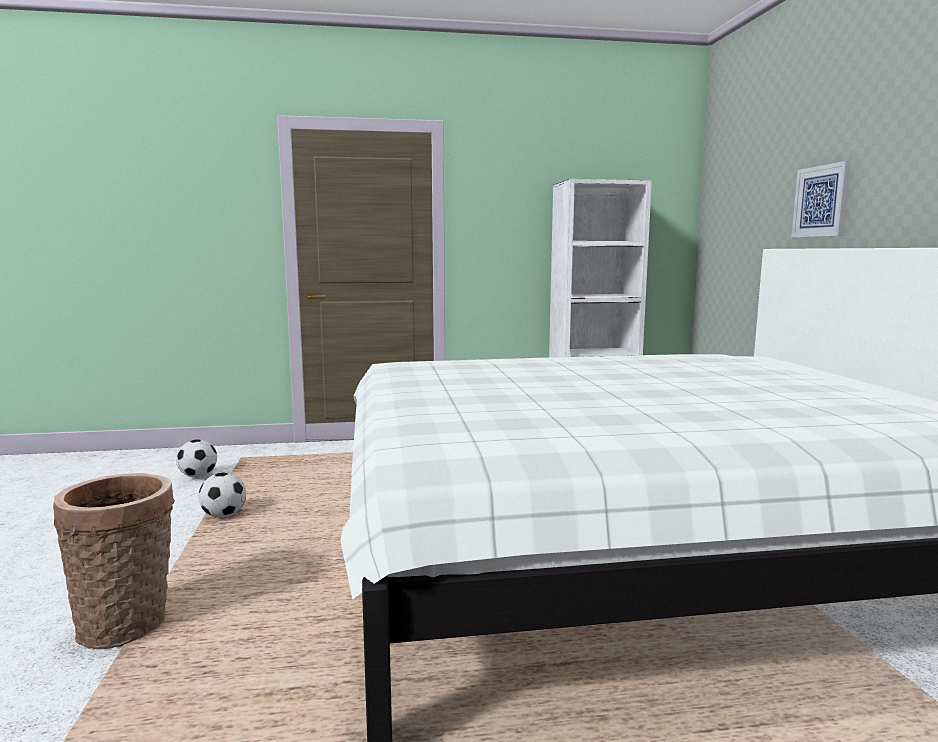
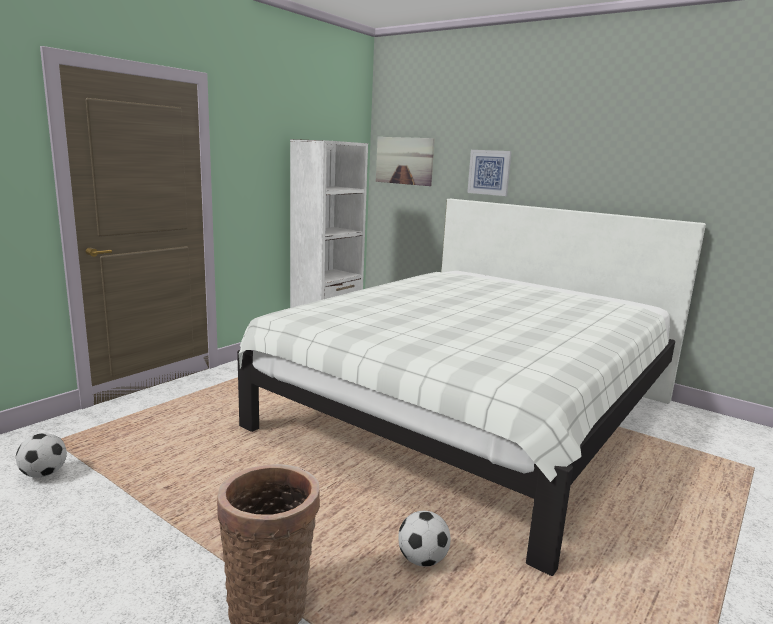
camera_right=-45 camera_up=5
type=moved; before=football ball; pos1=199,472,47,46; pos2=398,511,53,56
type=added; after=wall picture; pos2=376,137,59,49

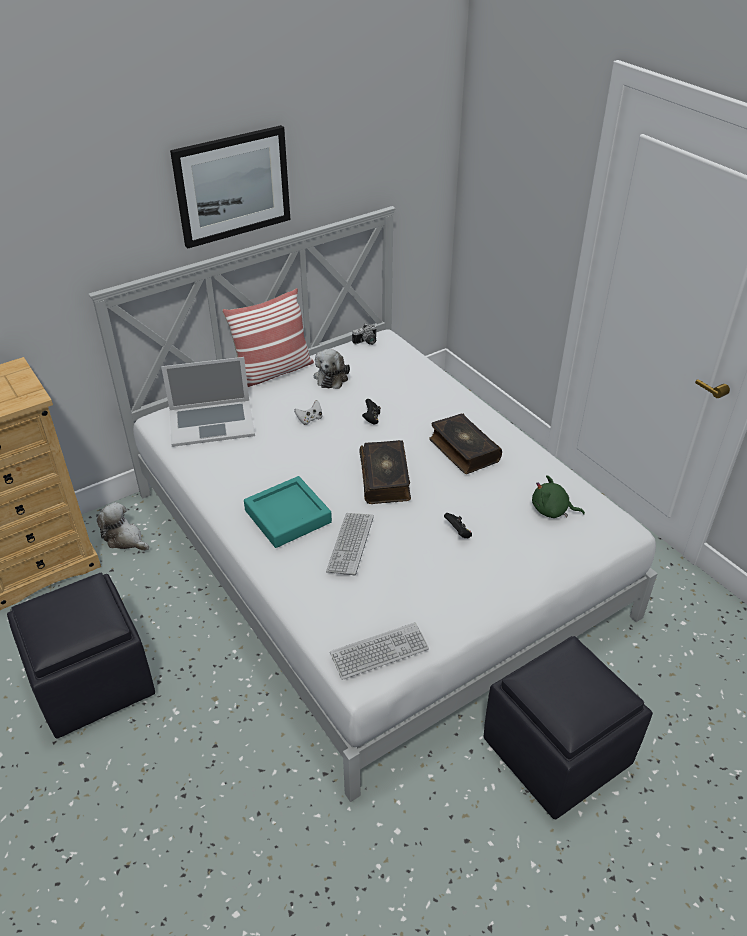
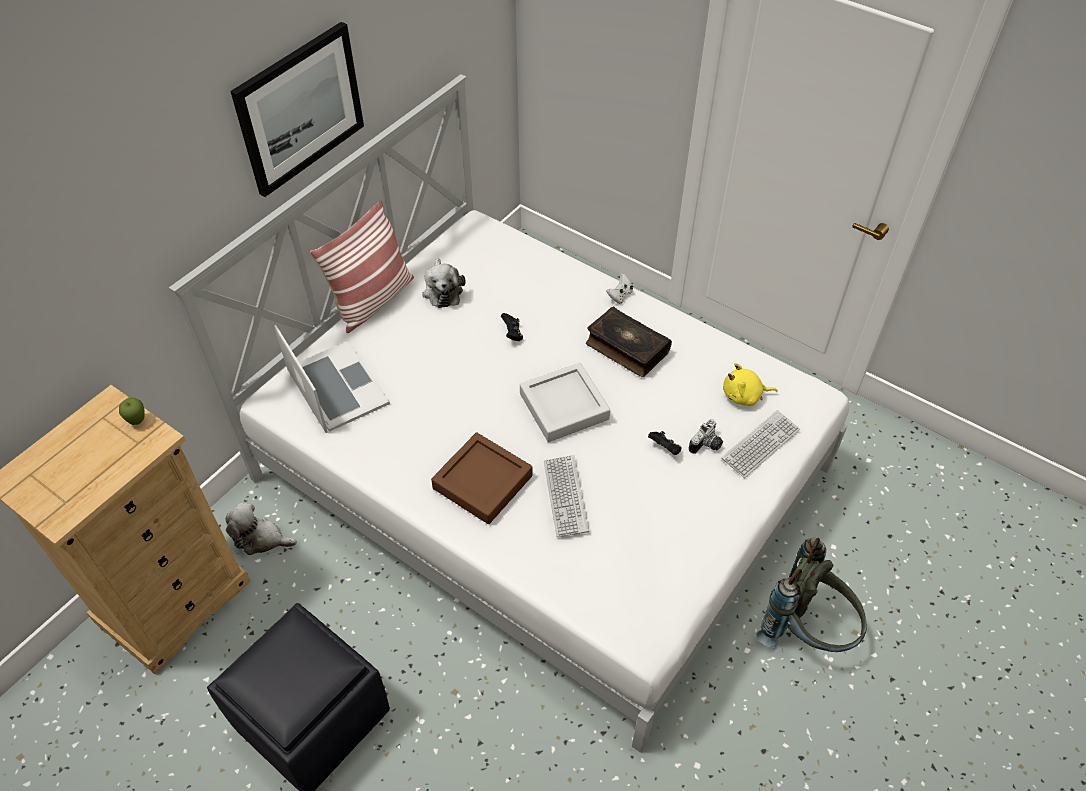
camera_right=-20 camera_up=10
type=moved; before=photo camera; pos1=352,324,25,21; pos2=689,419,34,35
type=turned; before=laptop; pos1=161,357,94,90; pos2=274,325,116,108; turn=-90
type=moved; before=white-coloured game controller; pos1=294,400,29,25; pos2=606,273,27,31
type=replaced; before=volume; after=grey tray; pos1=359,440,52,64; pos2=520,363,90,79
type=recoloured; before=greenish plush toy; after=yellow plush toy; pos1=532,475,53,43; pos2=723,363,55,43
type=recoloured; before=blue-green tray; after=brown tray; pos1=244,476,88,72; pos2=431,432,102,92
type=moved; before=keyboard; pos1=330,622,99,58; pos2=721,410,79,68
type=replaced; before=black pouffe; after=grey knapsack; pos1=484,636,169,183; pos2=756,537,111,115
type=added; after=apple; pos2=119,398,26,27

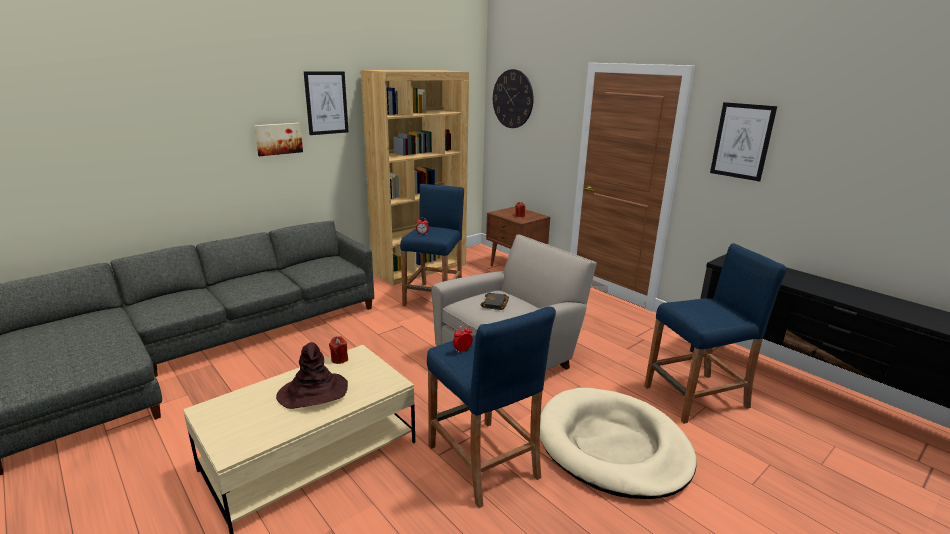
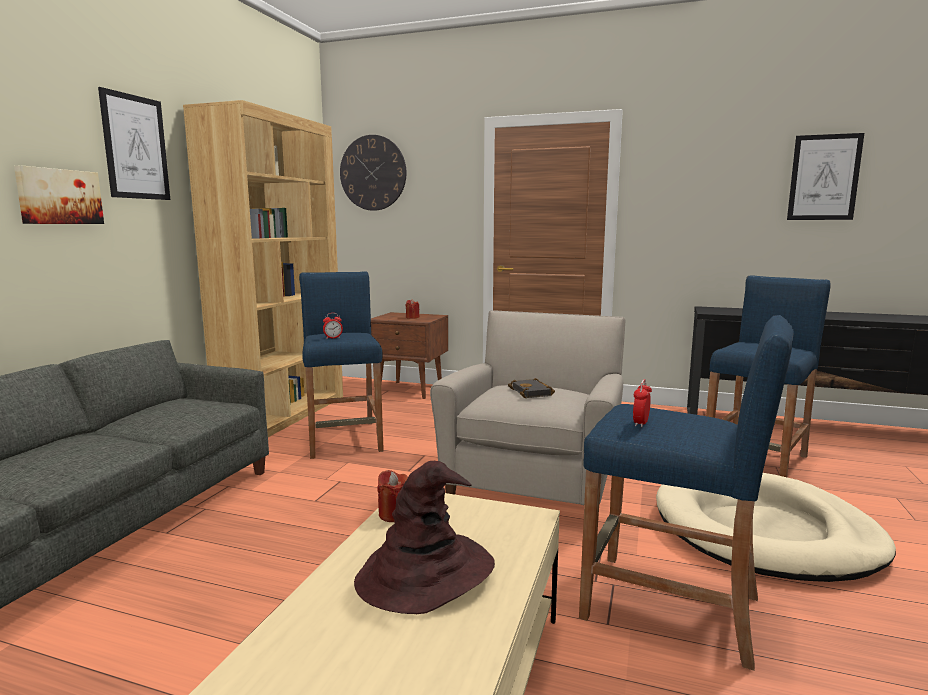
camera_right=-30 camera_up=-10
type=moved; before=wall picture; pos1=710,102,67,80; pos2=787,133,77,87

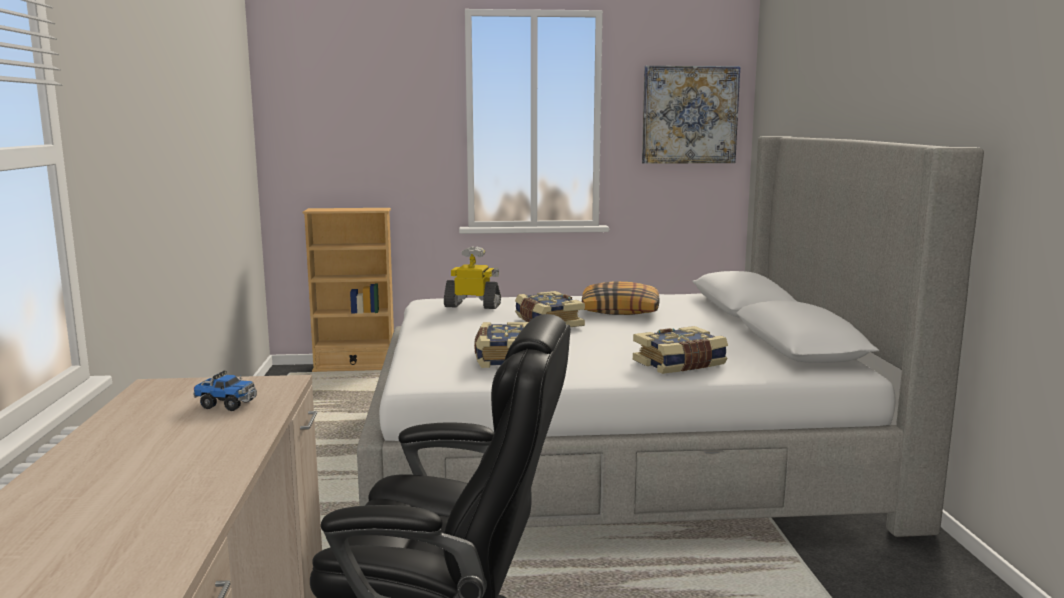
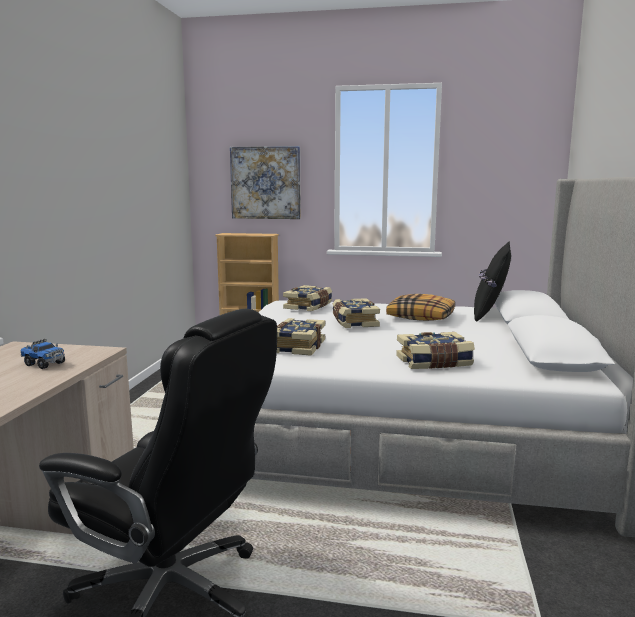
camera_right=15 camera_up=0
type=moved; before=wall picture; pos1=642,66,98,98; pos2=230,146,71,73
type=replaced; before=model robot; after=volume; pos1=444,246,57,63; pos2=283,285,49,26
type=added; after=black cushion; pos2=474,241,37,81

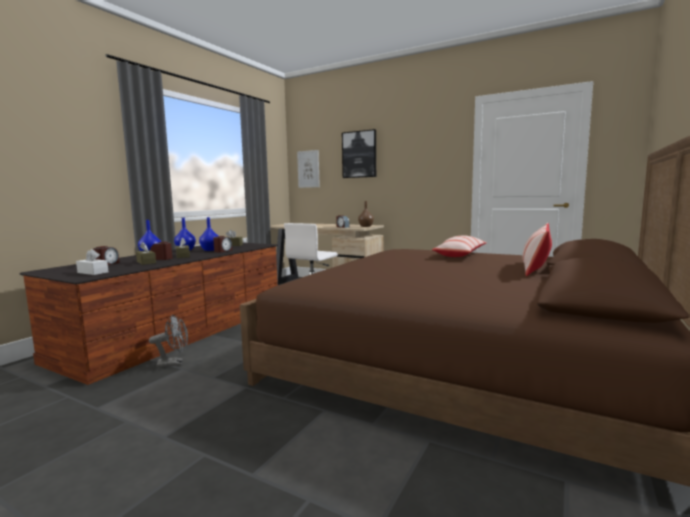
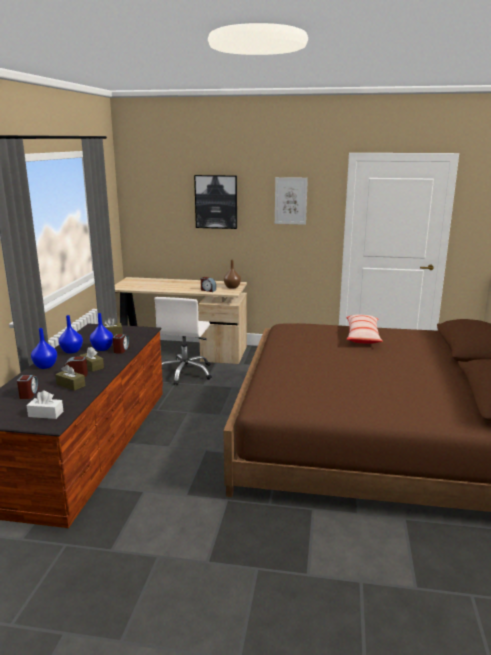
camera_right=-20 camera_up=10
type=moved; before=wall picture; pos1=297,150,23,38; pos2=275,177,33,48
type=removed; before=cushion; pos1=522,223,30,53
type=removed; before=grey electric fan; pos1=149,315,39,53

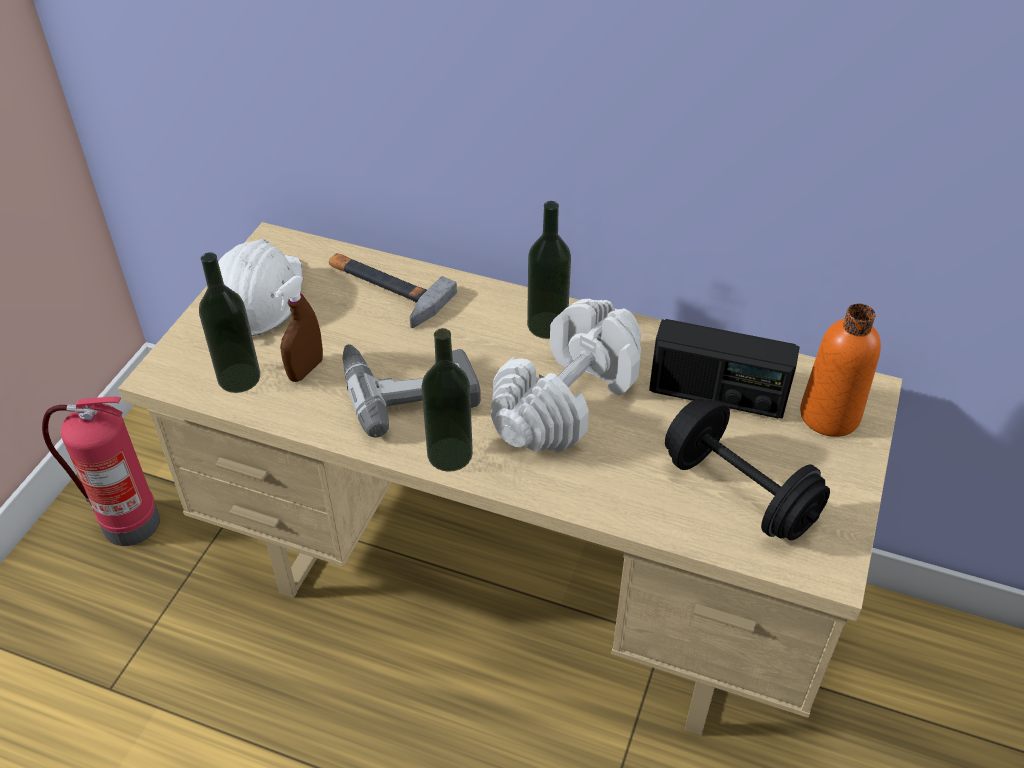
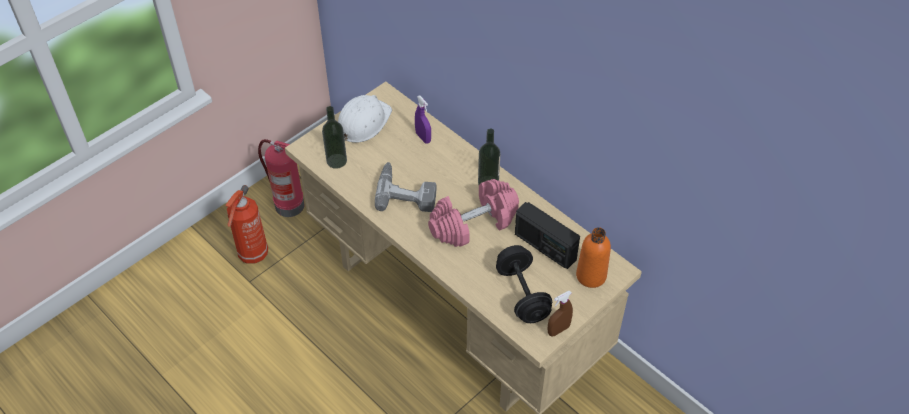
camera_right=25 camera_up=5
type=replaced; before=hammer; after=purple-coloured sprayer; pos1=329,253,128,75; pos2=415,95,16,49
type=moved; before=brown sprayer; pos1=274,276,49,106; pos2=548,291,25,45
type=recoloured; before=white-coloured hand weight; after=pink hand weight; pos1=491,299,150,154; pos2=428,179,91,68
type=removed; before=bottle; pos1=421,328,52,144
type=added; after=fire-fighting cylinder; pos2=225,185,43,79

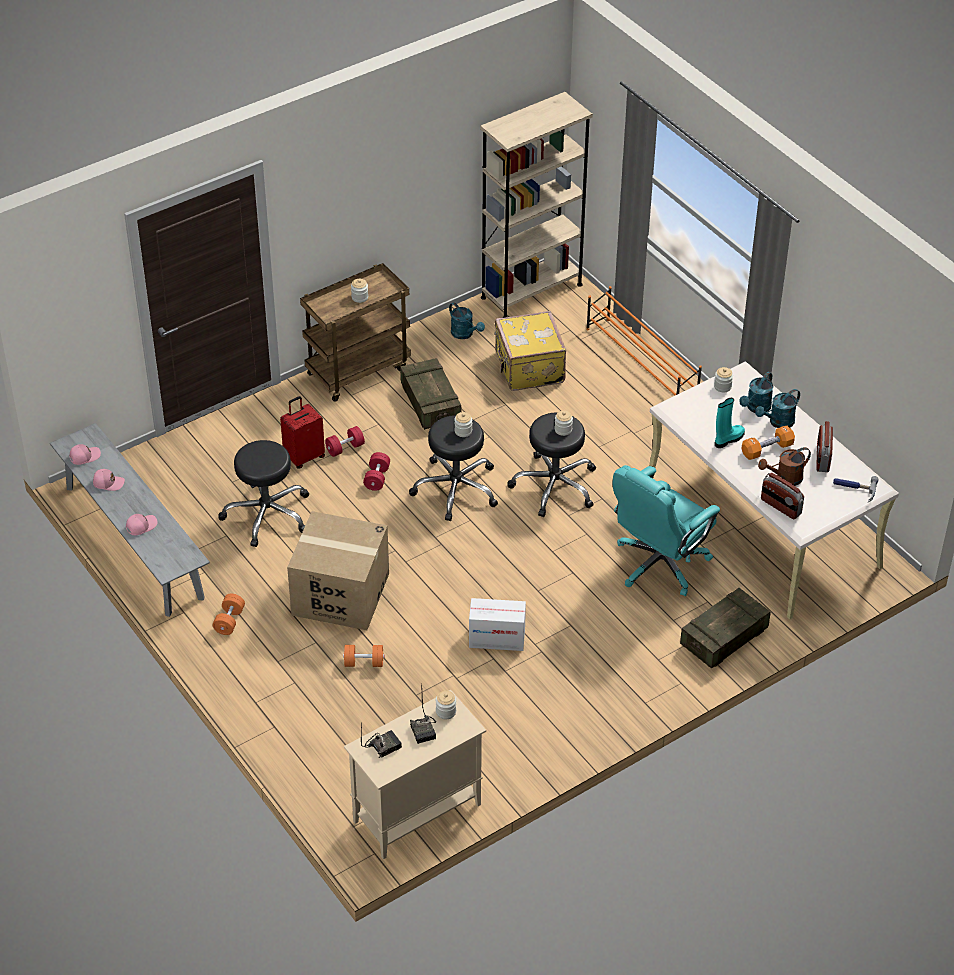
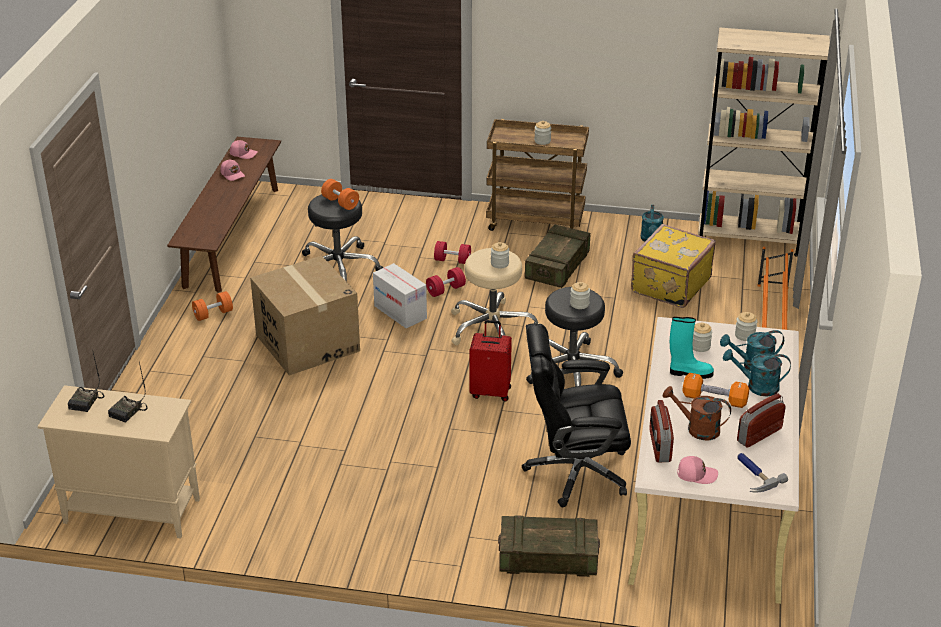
camera_right=45 camera_up=-10
type=moved; before=red-coloured piece of luggage; pos1=280,396,45,73; pos2=469,320,43,82
type=recoloured; before=black sitting stool; after=beige sitting stool; pos1=409,415,89,106; pos2=451,248,89,97
type=recoloured; before=grey bench; after=brown bench; pos1=50,423,160,194; pos2=167,137,114,156
type=recoloured; before=blue-green desk chair; after=black desk chair; pos1=613,465,107,131; pos2=522,324,109,183
type=moved; before=pink peaked cap; pos1=126,514,32,21; pos2=677,456,41,28
type=moved; before=carton; pos1=469,598,57,53; pos2=373,263,54,65
type=moved; before=orange-coloured hand weight; pos1=343,645,41,22; pos2=321,179,38,31
type=moved; before=jar; pos1=436,691,20,28; pos2=693,323,19,29
type=turned; before=radio; pos1=361,722,41,36; pos2=67,353,38,59; turn=90

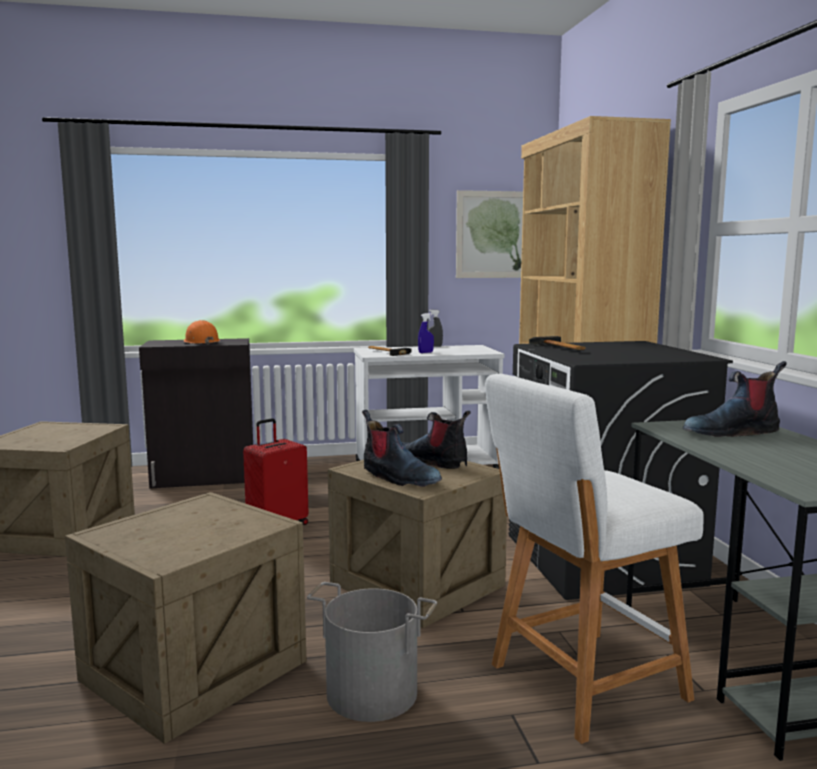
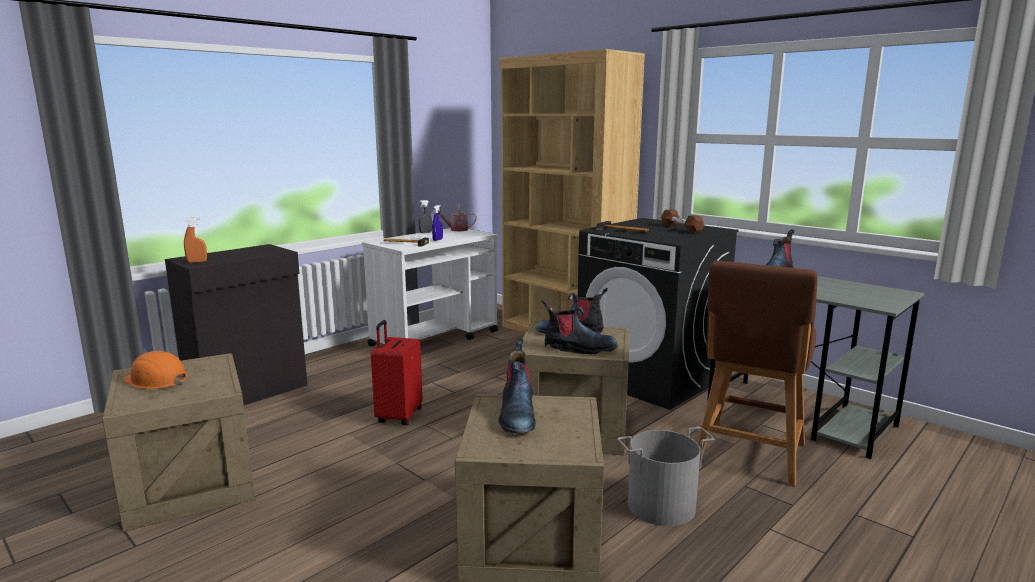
camera_right=-35 camera_up=5
type=removed; before=wall picture; pos1=456,190,67,88
type=moved; before=orange-coloured safety helmet; pos1=184,320,36,25; pos2=122,351,66,38
type=recoloured; before=white-coloured sitting stool; after=brown sitting stool; pos1=485,374,219,370; pos2=698,261,120,226
type=added; after=watering pot; pos2=438,204,39,27
type=added; after=brown hand weight; pos2=661,209,44,24
type=added; after=orange-coloured sprayer; pos2=184,217,23,46
type=added; after=tall boot; pos2=499,338,36,95

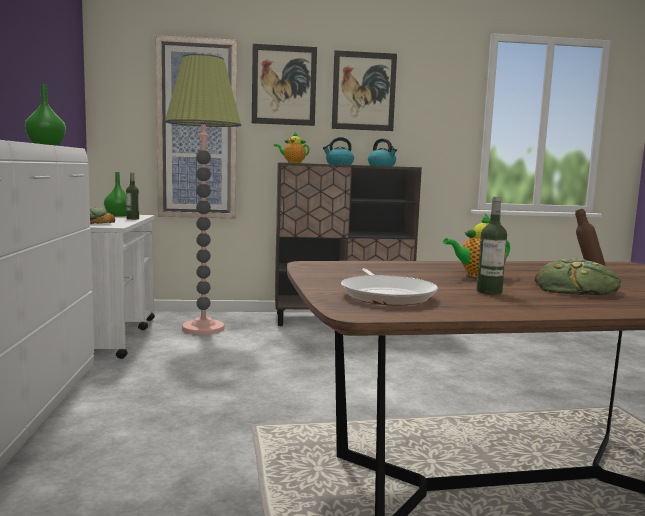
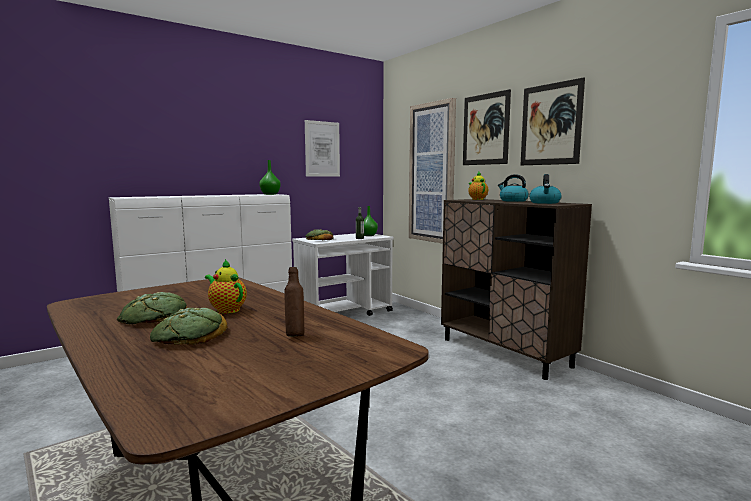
camera_right=60 camera_up=0
type=removed; before=standard lamp; pos1=165,54,76,281
type=replaced; before=bottle; after=bakery bread; pos1=477,197,30,98; pos2=117,292,70,33
type=removed; before=pan; pos1=341,268,97,37
type=added; after=wall picture; pos2=305,120,35,57

